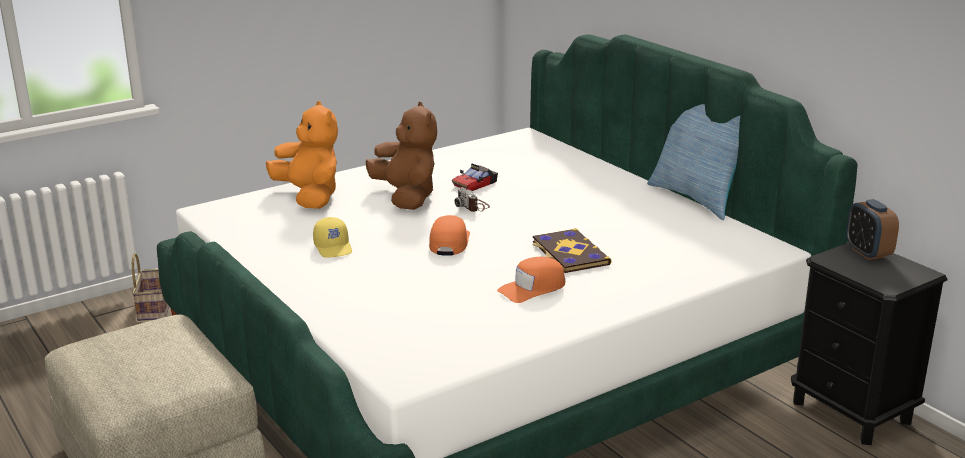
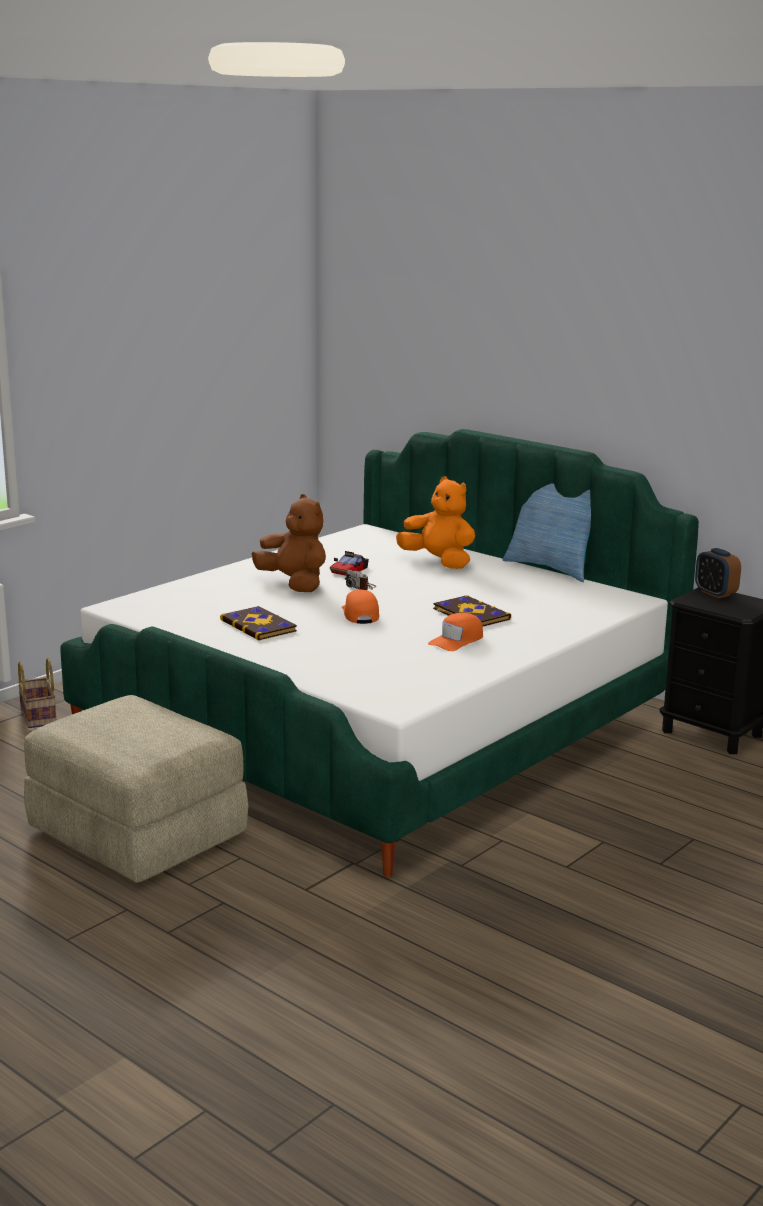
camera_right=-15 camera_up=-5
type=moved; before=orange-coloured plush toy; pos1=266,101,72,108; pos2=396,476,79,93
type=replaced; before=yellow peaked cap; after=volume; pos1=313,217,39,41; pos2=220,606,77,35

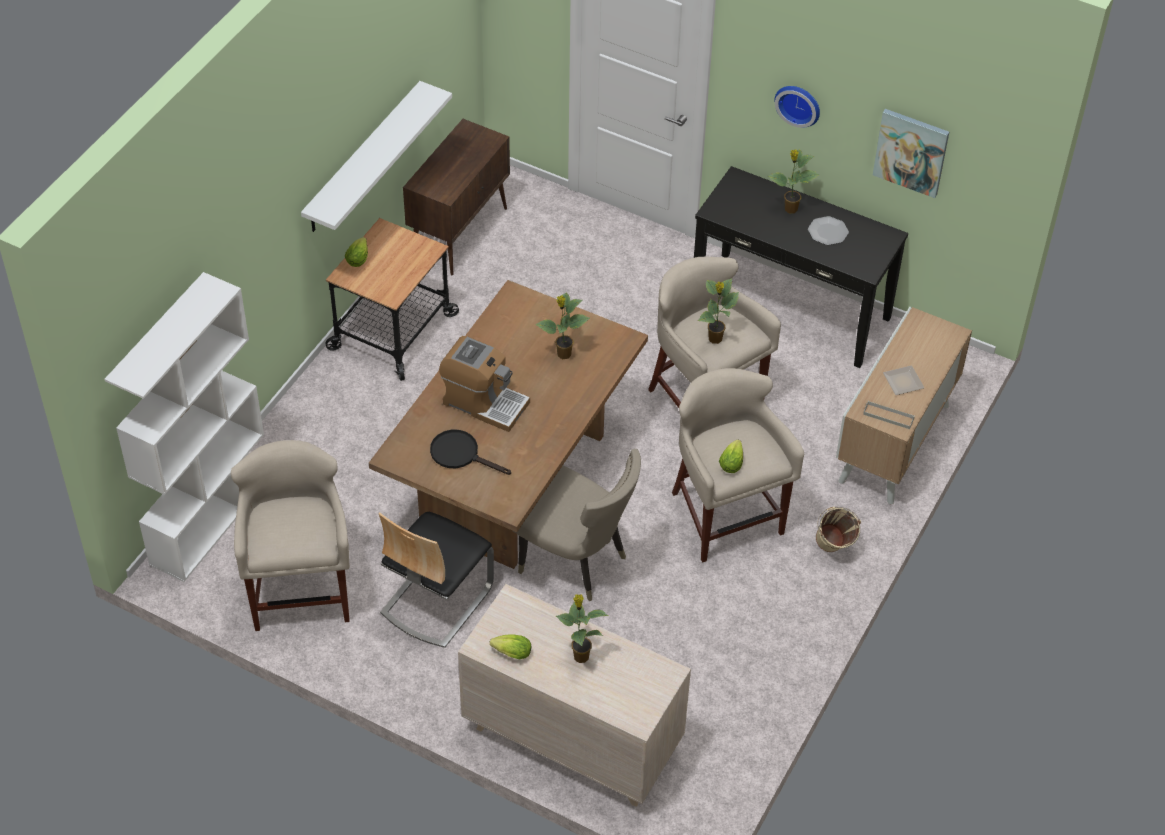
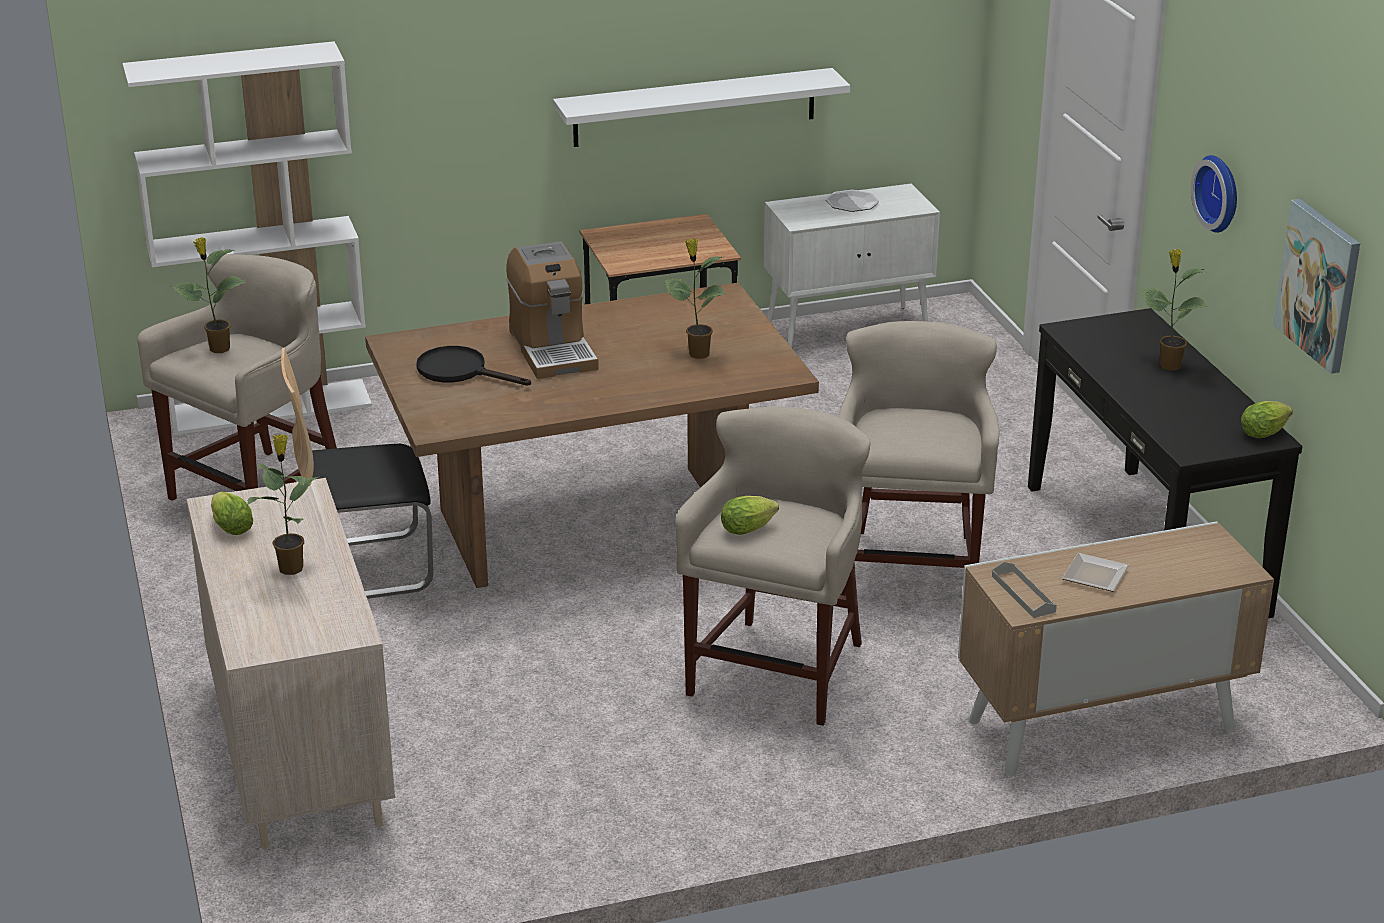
camera_right=45 camera_up=-20
type=recoloured; before=brown cabinet; after=white-coloured cabinet; pos1=403,119,107,157; pos2=764,183,176,165
type=moved; before=plate; pos1=808,216,41,29; pos2=826,190,53,22
type=moved; before=lettuce head; pos1=345,237,23,30; pos2=1241,401,52,37
type=moved; before=plant in a pot; pos1=698,278,41,66; pos2=171,237,76,116
type=turned; before=black pan; pos1=430,430,81,45; pos2=416,346,115,40; turn=-45
type=removed; before=beige chair; pos1=513,449,128,152
type=removed; before=beige bucket; pos1=816,507,45,45

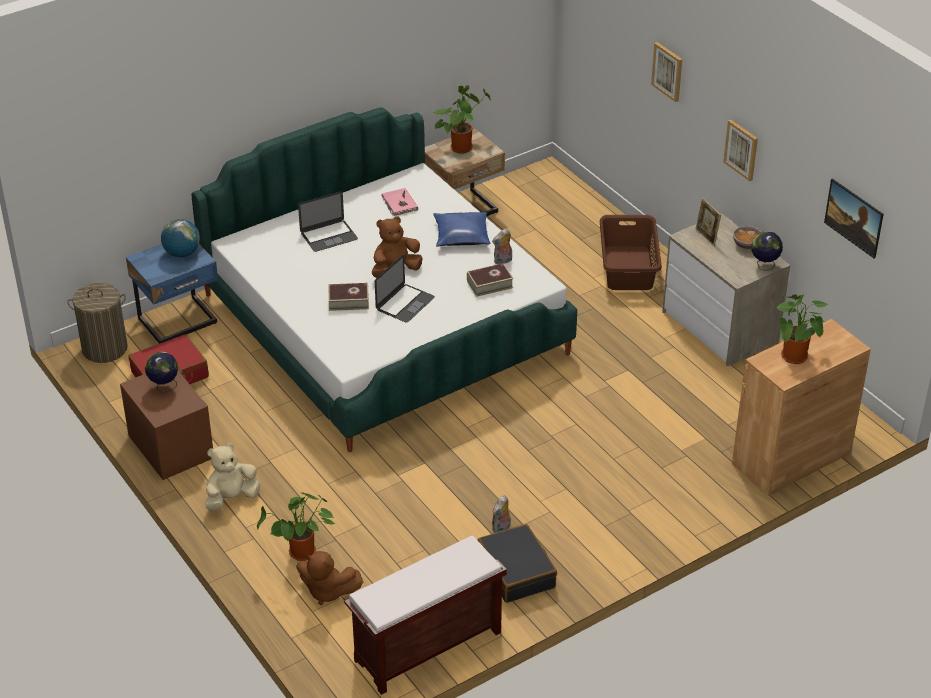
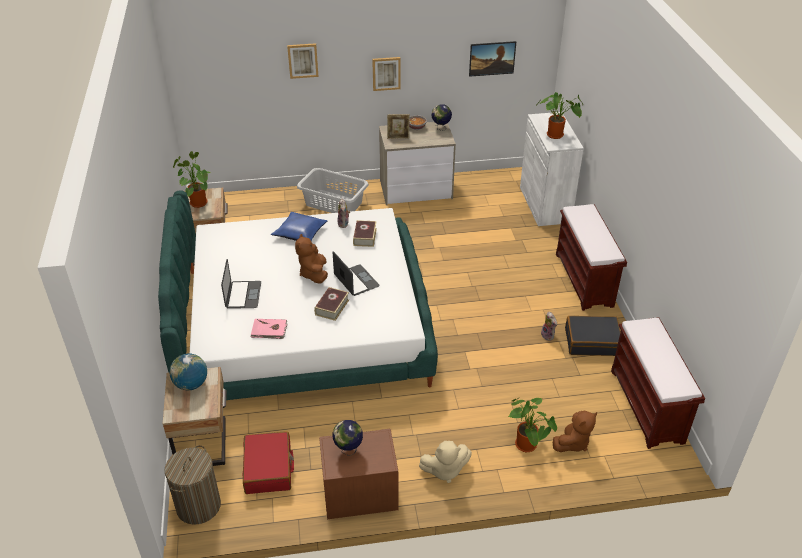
camera_right=-65 camera_up=0
type=moved; before=pink volume; pos1=381,188,37,28; pos2=250,319,38,20
type=recoloured; before=brown washing basket; after=grey washing basket; pos1=600,215,62,75; pos2=297,168,72,45
type=recoloured; before=blue night table; after=beige night table; pos1=126,244,92,100; pos2=163,367,63,99
type=recoloured; before=brown cabinet; after=white-coloured cabinet; pos1=732,319,139,177; pos2=520,112,64,114
type=turned; before=beige plush toy; pos1=205,443,55,68; pos2=419,441,53,42; turn=-90
type=added; after=brown bench; pos2=556,204,71,107

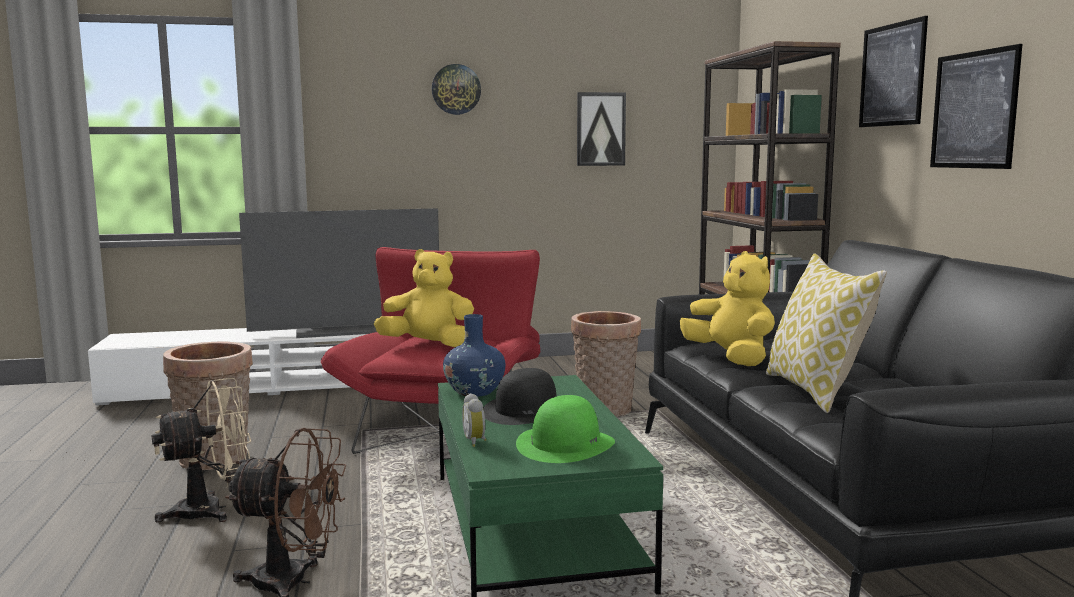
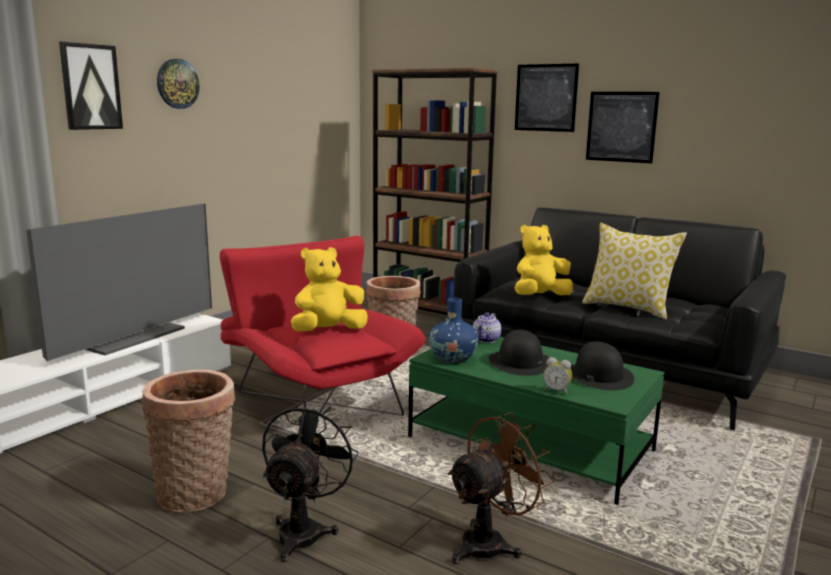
camera_right=-45 camera_up=5
type=moved; before=wall picture; pos1=577,92,49,74; pos2=59,42,64,88
type=turned; before=yellow plush toy; pos1=680,251,95,115; pos2=515,225,58,71; turn=-45
type=recoloured; before=beige electric fan; after=black electric fan; pos1=152,378,99,145; pos2=262,401,97,161
type=recoloured; before=greenish hat; after=black hat; pos1=516,395,99,68; pos2=570,342,64,48
type=added; after=pot for tea; pos2=473,312,28,31

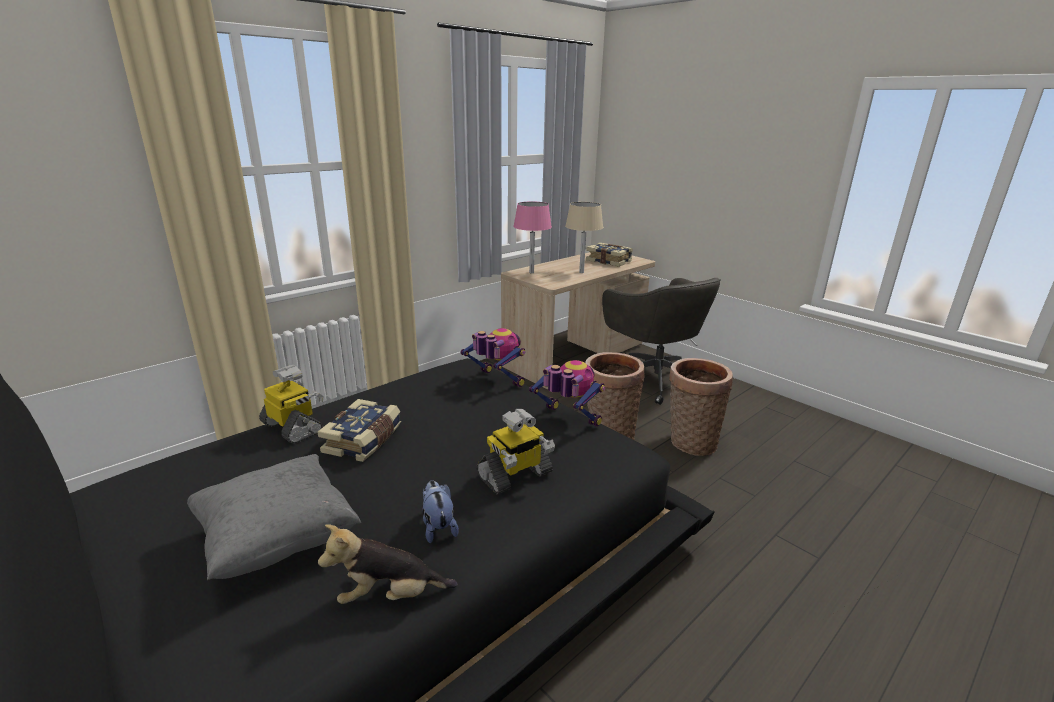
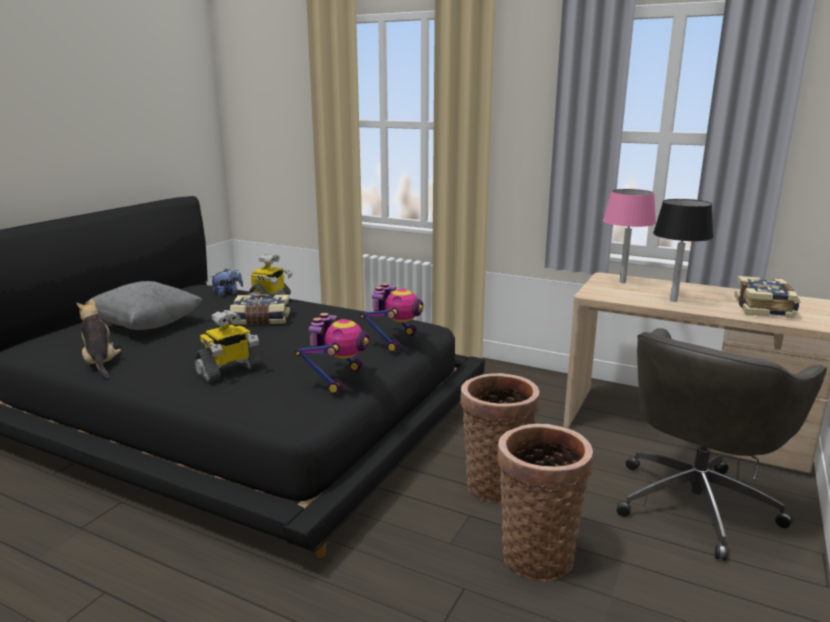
camera_right=70 camera_up=-5
type=recoloured; before=beige table lamp; after=black table lamp; pos1=565,202,38,71; pos2=653,199,60,103
type=turned; before=model robot; pos1=477,409,78,86; pos2=194,310,68,72; turn=-75
type=moved; before=plush toy; pos1=422,480,37,63; pos2=211,269,32,27

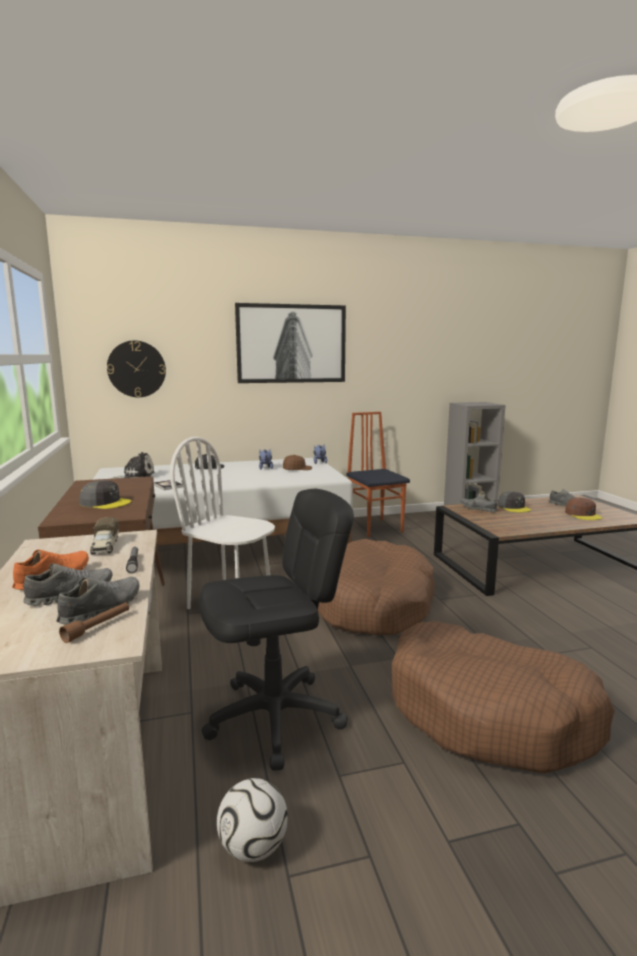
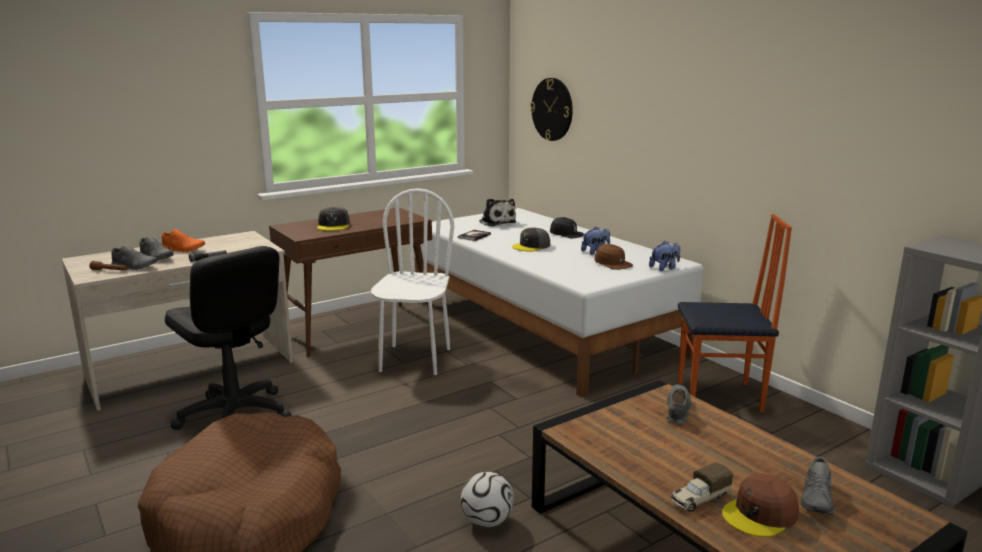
camera_right=70 camera_up=5
type=removed; before=wall picture; pos1=235,303,111,80
type=turned; before=chair; pos1=346,412,64,125; pos2=678,214,114,199; turn=45
type=moved; before=grey peaked cap; pos1=497,491,34,21; pos2=512,228,38,23
type=moved; before=toy lorry; pos1=90,517,29,38; pos2=670,462,63,50
type=removed; before=brown dog bed; pos1=318,539,117,96
type=moved; before=football ball; pos1=217,778,71,84; pos2=461,472,53,56

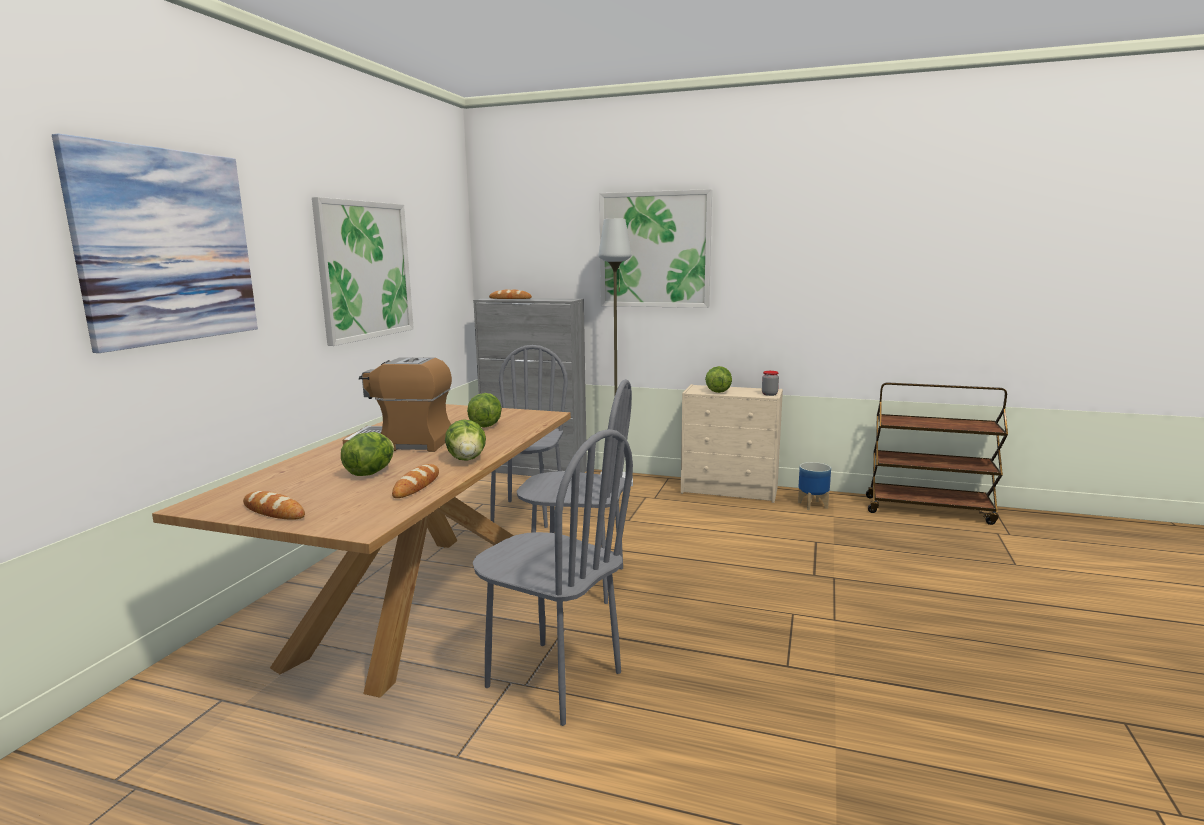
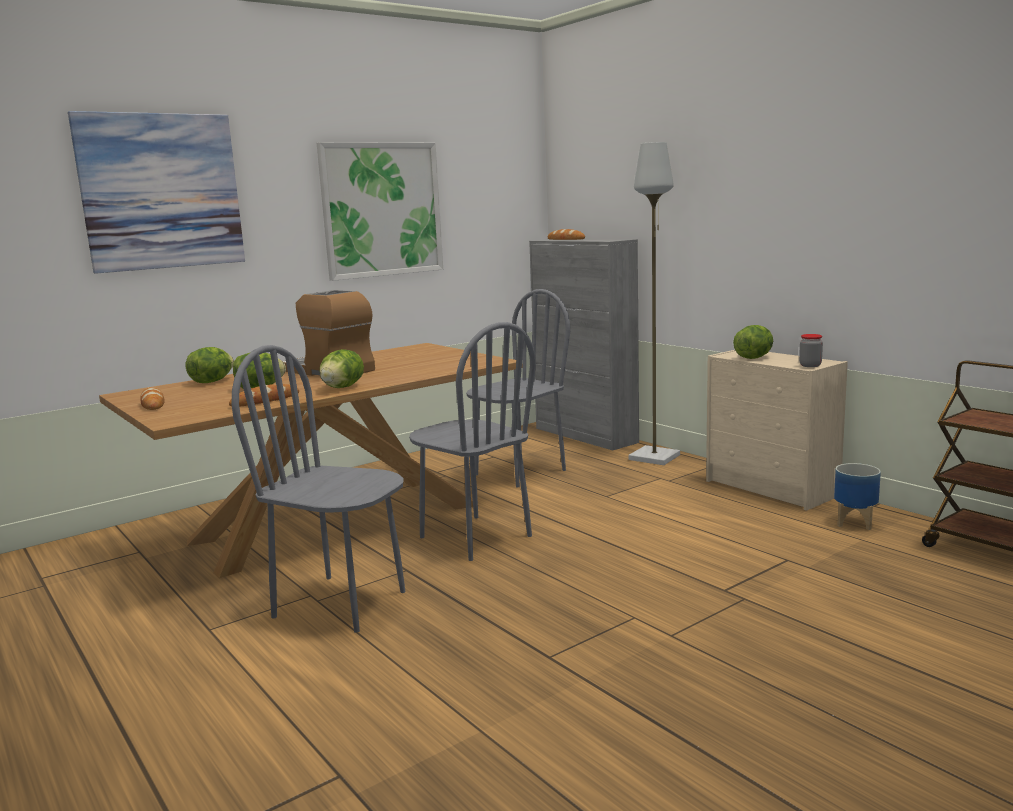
camera_right=35 camera_up=0
type=removed; before=wall picture; pos1=599,189,113,119
type=moved; before=lettuce head; pos1=467,393,35,34; pos2=186,347,48,36
type=turned; before=grey chair; pos1=473,429,160,297; pos2=231,345,175,288; turn=135

